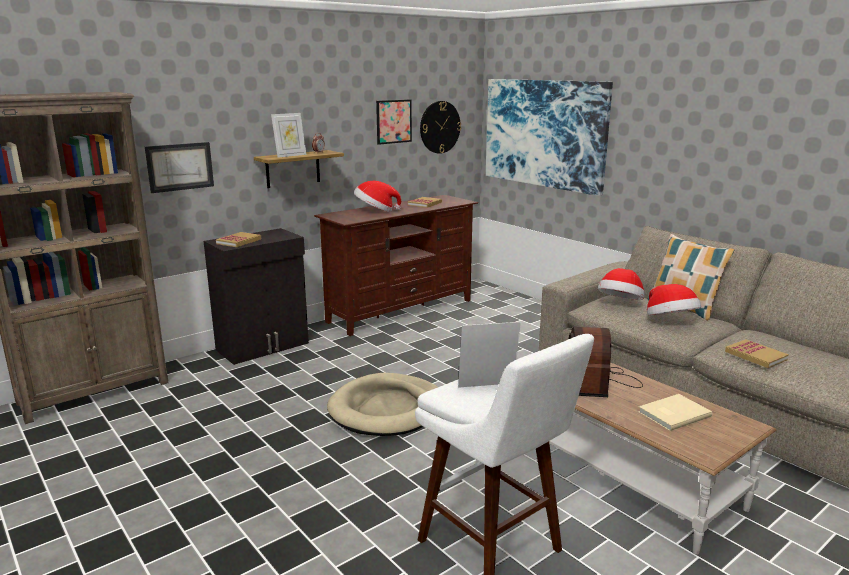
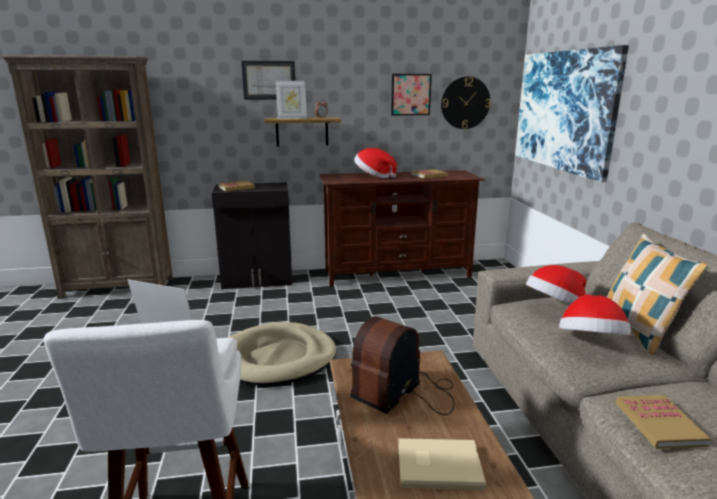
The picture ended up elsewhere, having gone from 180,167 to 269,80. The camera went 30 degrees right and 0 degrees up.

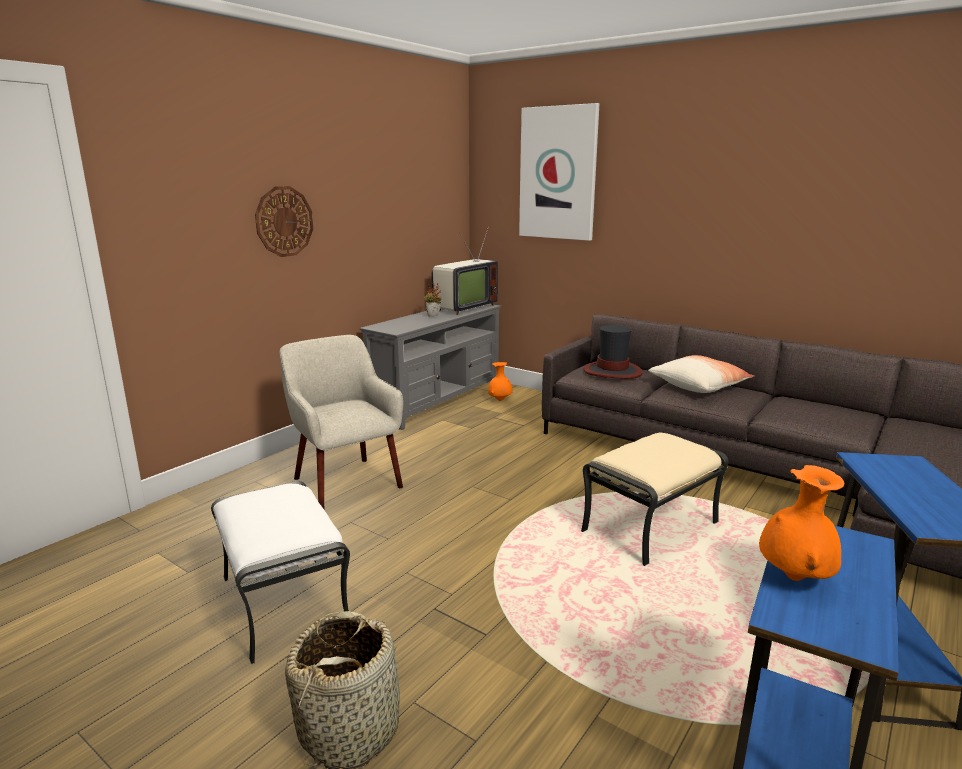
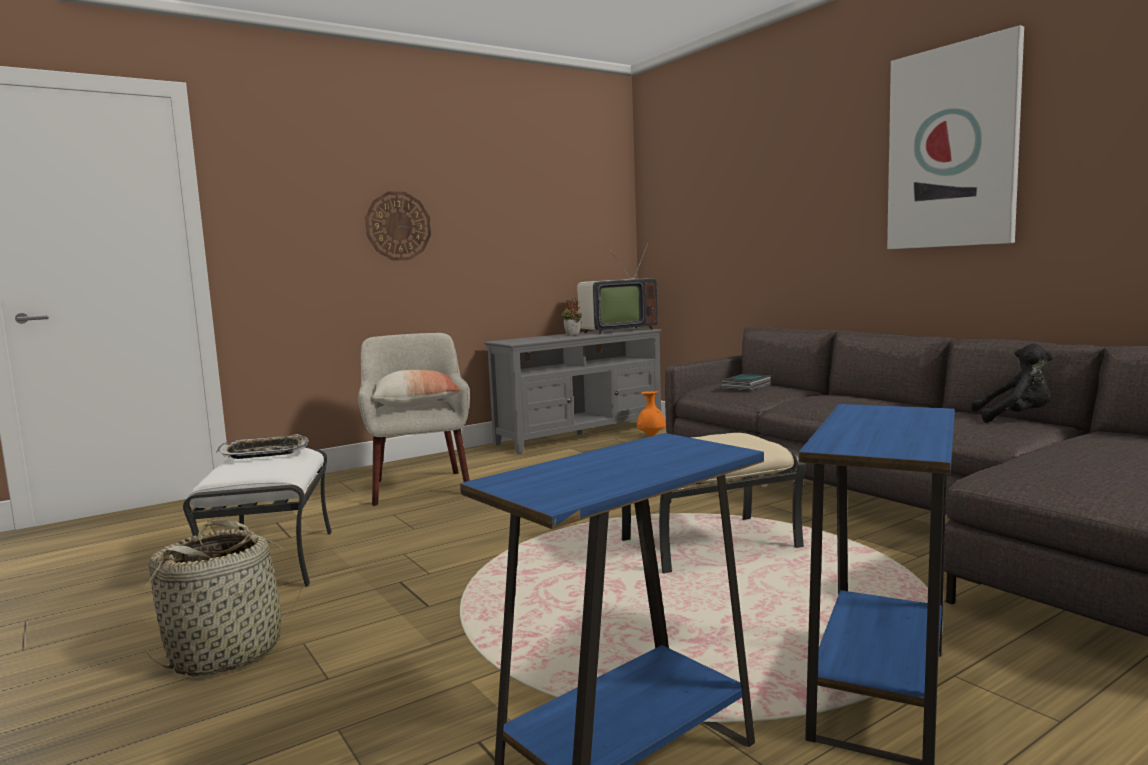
The picture ended up elsewhere, having gone from 558,173 to 952,147. Where the hat stood at 613,371, the book came to stand at 747,386. The pillow ended up elsewhere, having gone from 699,386 to 417,404. The second view lost the orange vase at 795,577. The second view gained the tray at 264,453. The second view gained the black plush toy at 1015,418. The camera went 20 degrees right and 10 degrees down.

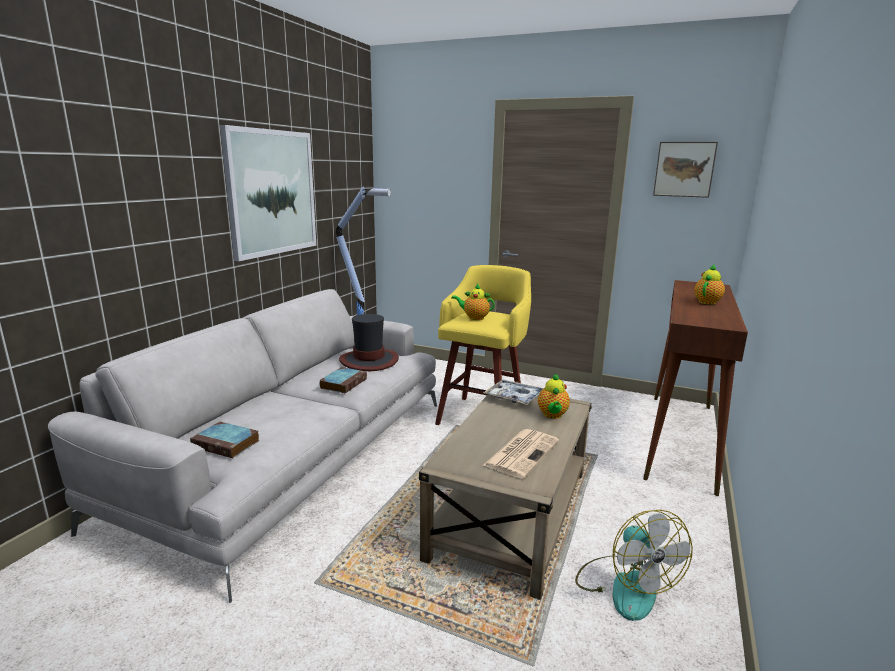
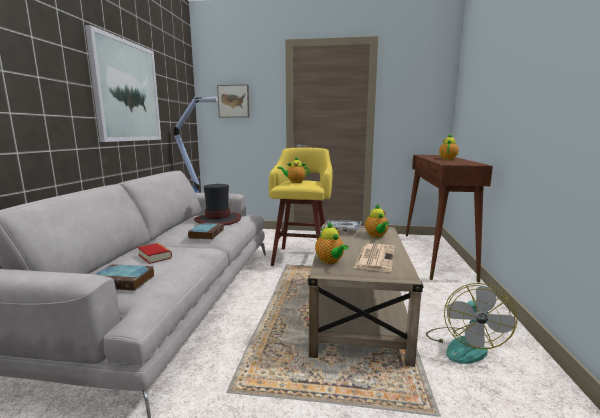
The fan at 625,586 ended up facing another way, 45 degrees clockwise from before. The picture ended up elsewhere, having gone from 684,169 to 234,101. The second view gained the book at 155,256. The second view gained the teapot at 330,261. The camera went 15 degrees left and 5 degrees down.

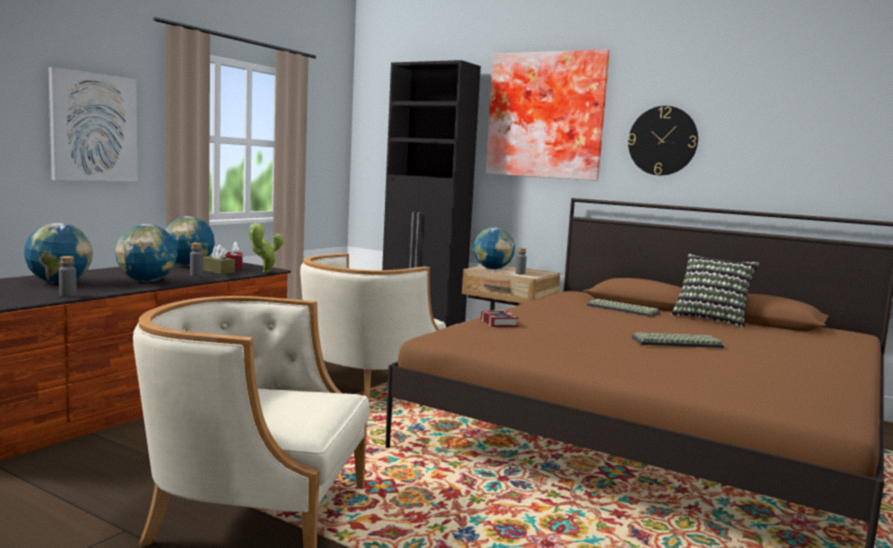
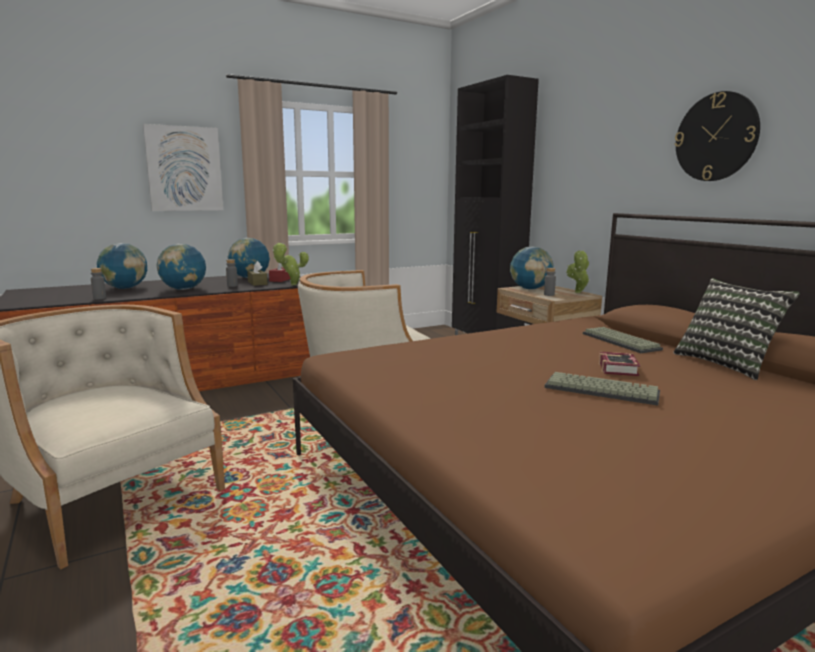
The book ended up elsewhere, having gone from 499,322 to 619,368. The second view lost the picture at 546,115. The second view gained the potted plant at 577,292. The camera went 30 degrees right and 5 degrees up.

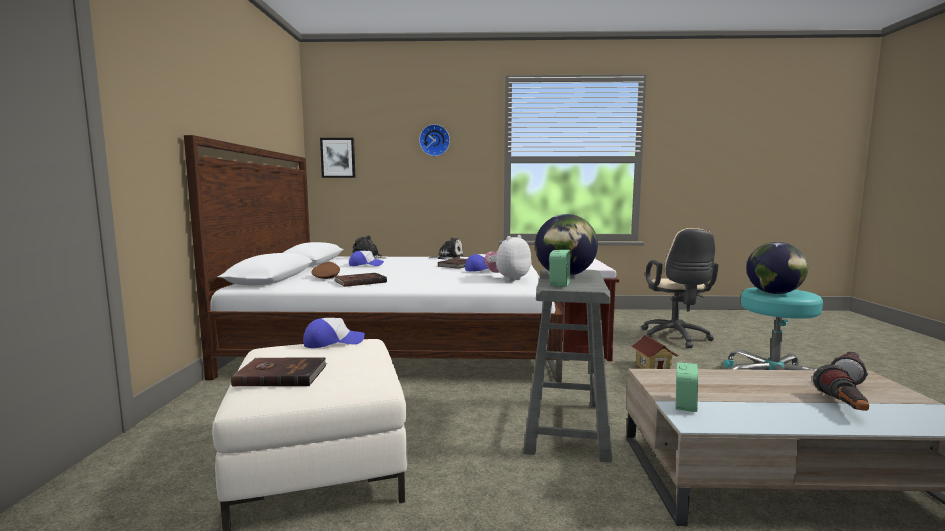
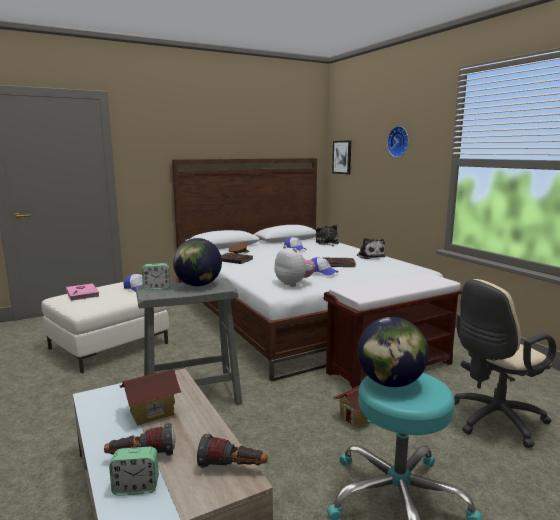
What was the brown book at 281,375 turned into the pink book at 83,293. The plush toy at 508,279 ended up facing another way, 45 degrees clockwise from before. The alarm clock ended up elsewhere, having gone from 685,404 to 136,487. The second view gained the toy house at 151,412. The camera went 60 degrees right and 5 degrees up.

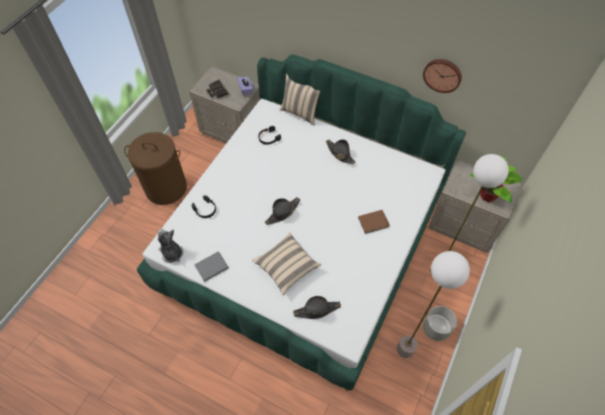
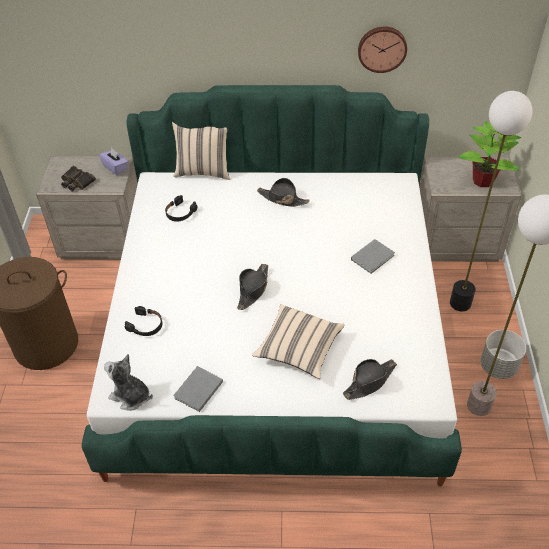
What was the brown book at 374,222 turned into the grey book at 373,257. The camera went 25 degrees left and 10 degrees down.

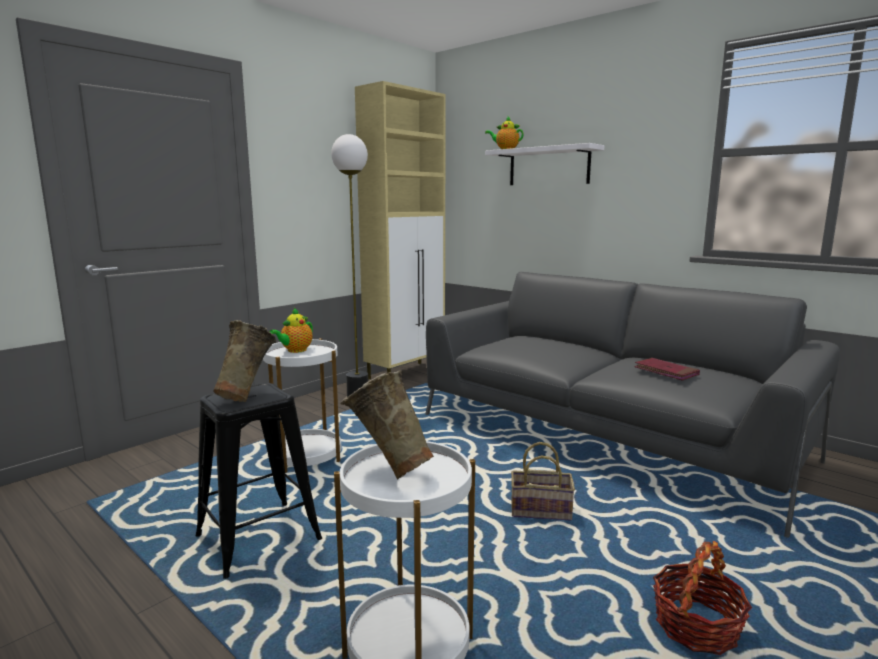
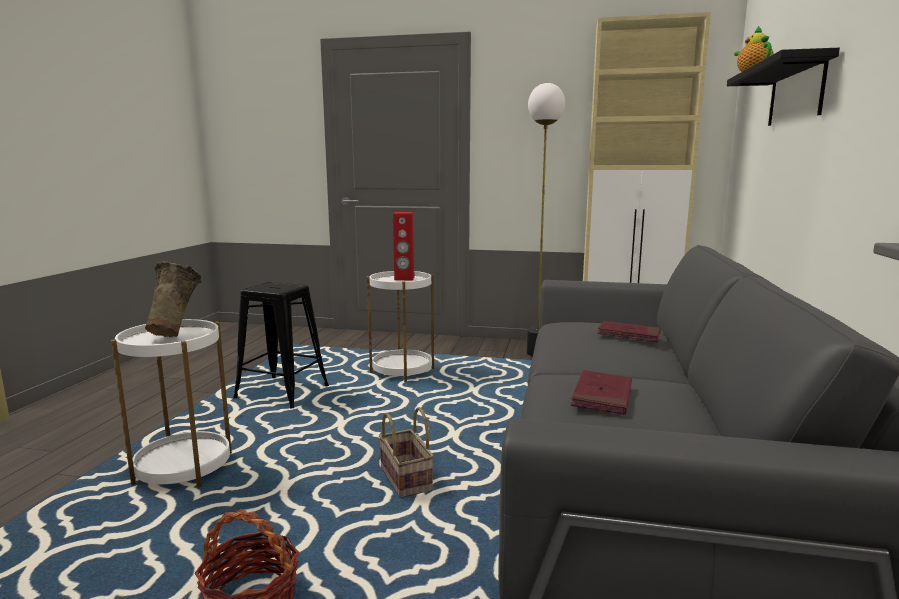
The second view lost the beige vase at 248,397. Where the teapot stood at 295,350, the red speaker came to stand at 404,278. What was the white shelf at 548,166 turned into the black shelf at 796,93. The second view gained the red book at 629,334. The camera went 60 degrees right and 0 degrees up.

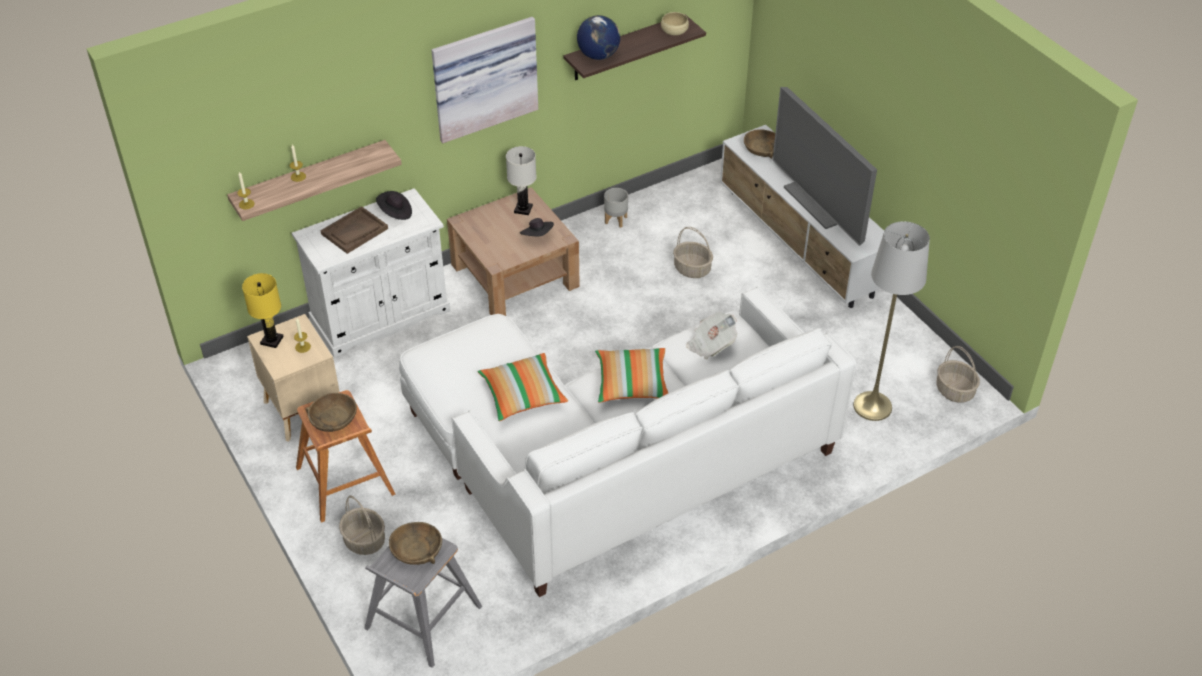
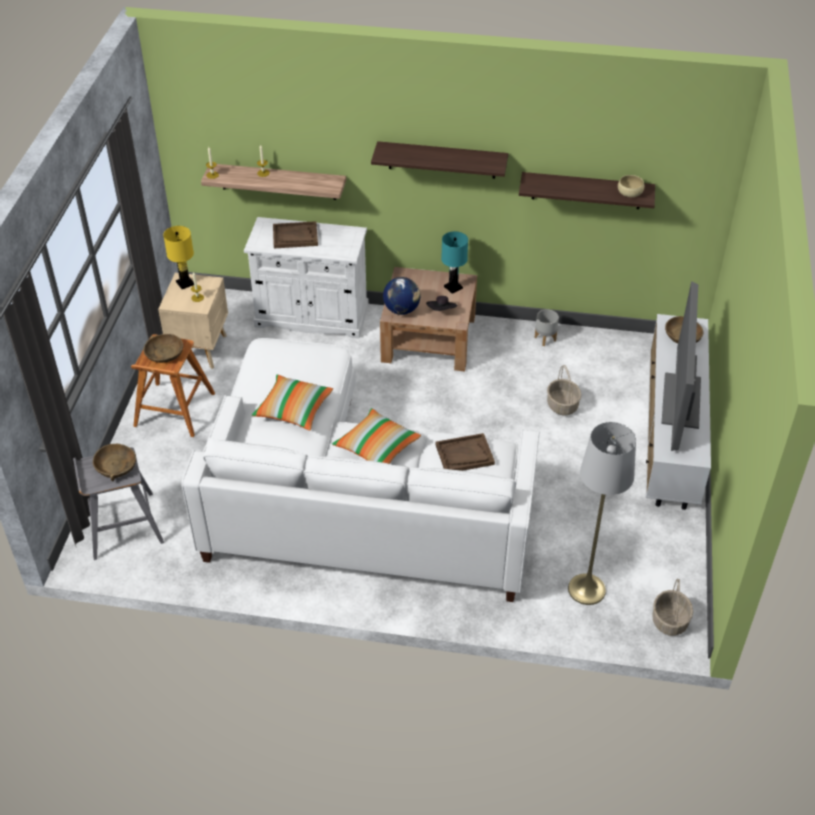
The second view lost the basket at 364,540. The second view lost the black hat at 395,213. Where the picture hung at 483,77, the shelf came to hang at 442,160. What was the white table lamp at 523,209 turned into the turquoise table lamp at 453,287. The globe ended up elsewhere, having gone from 598,55 to 402,310. Where the newspaper stood at 711,344, the brown tray came to stand at 464,455. The camera went 40 degrees right and 0 degrees up.

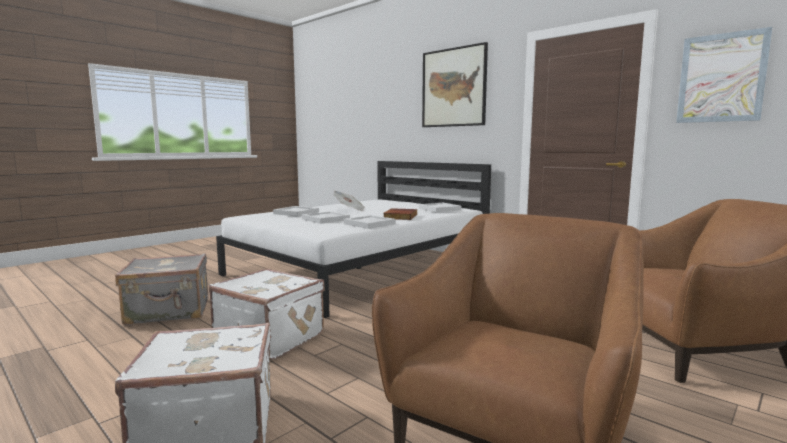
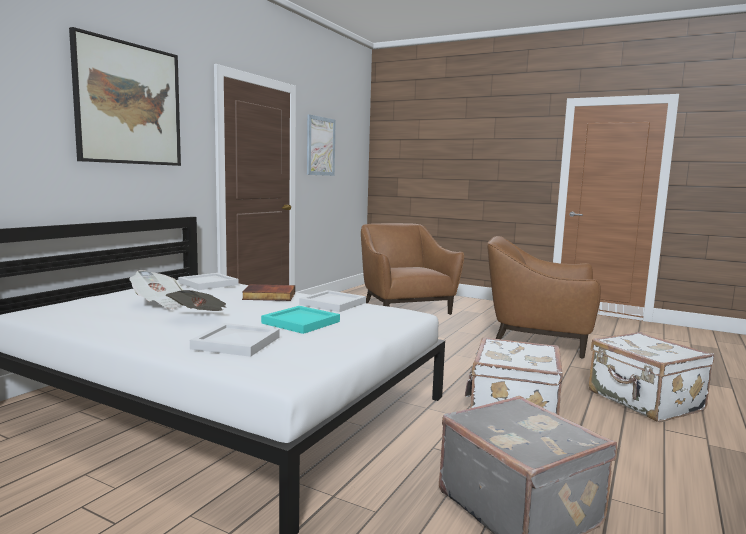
What was the white tray at 326,219 turned into the turquoise tray at 301,322. The second view gained the newspaper at 160,304. The camera went 105 degrees left and 0 degrees up.

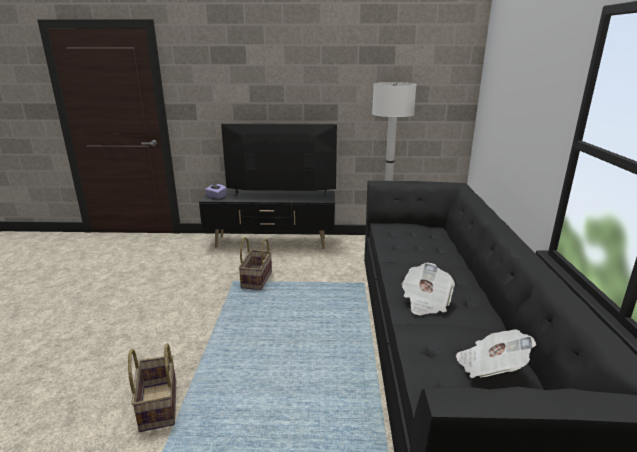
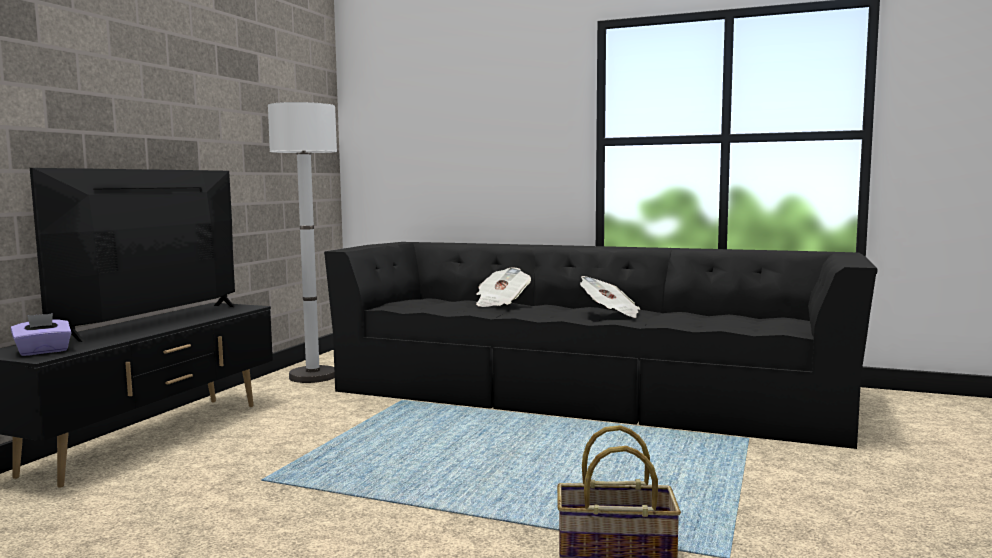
The second view lost the basket at 256,279. The newspaper ended up elsewhere, having gone from 490,367 to 500,303. The camera went 70 degrees left and 15 degrees down.

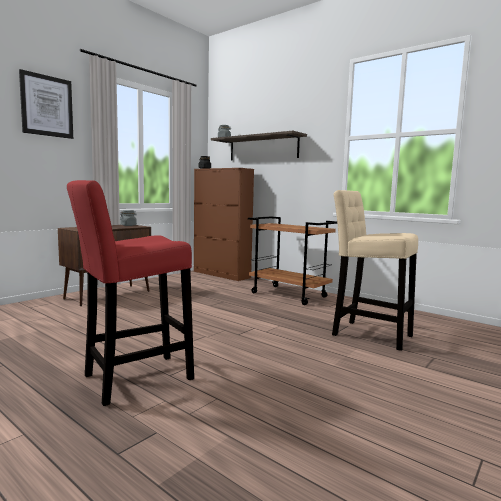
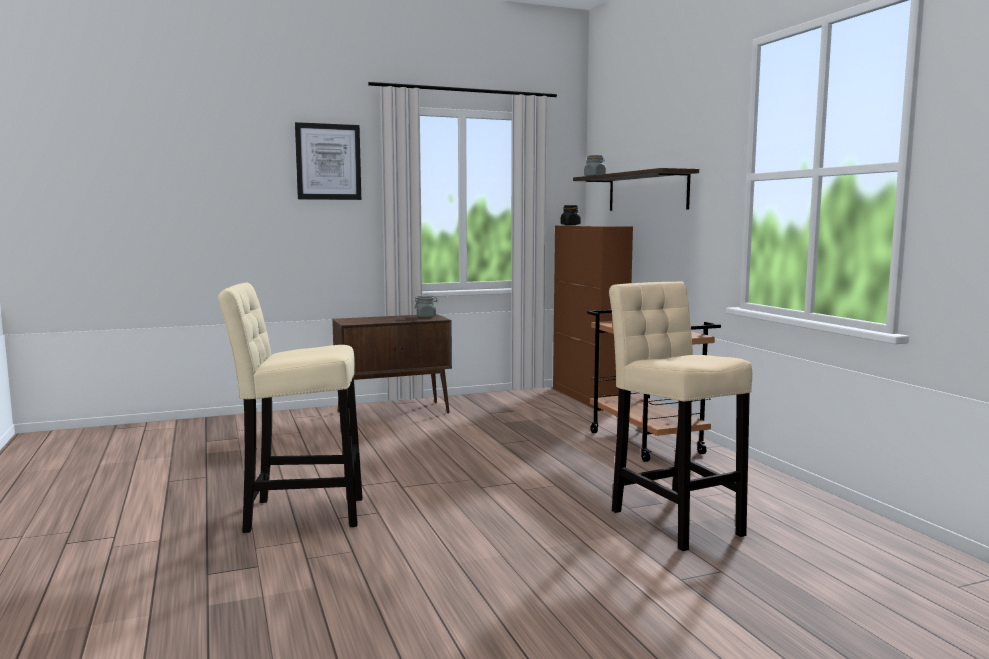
What was the red stool at 132,379 turned into the beige stool at 298,514. The camera went 30 degrees right and 0 degrees up.

